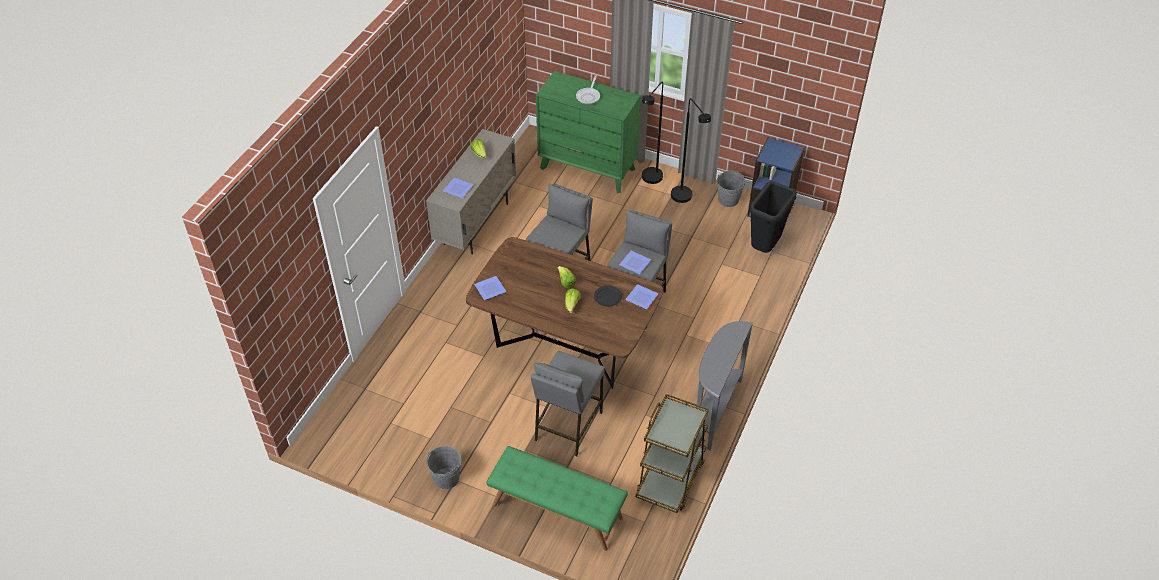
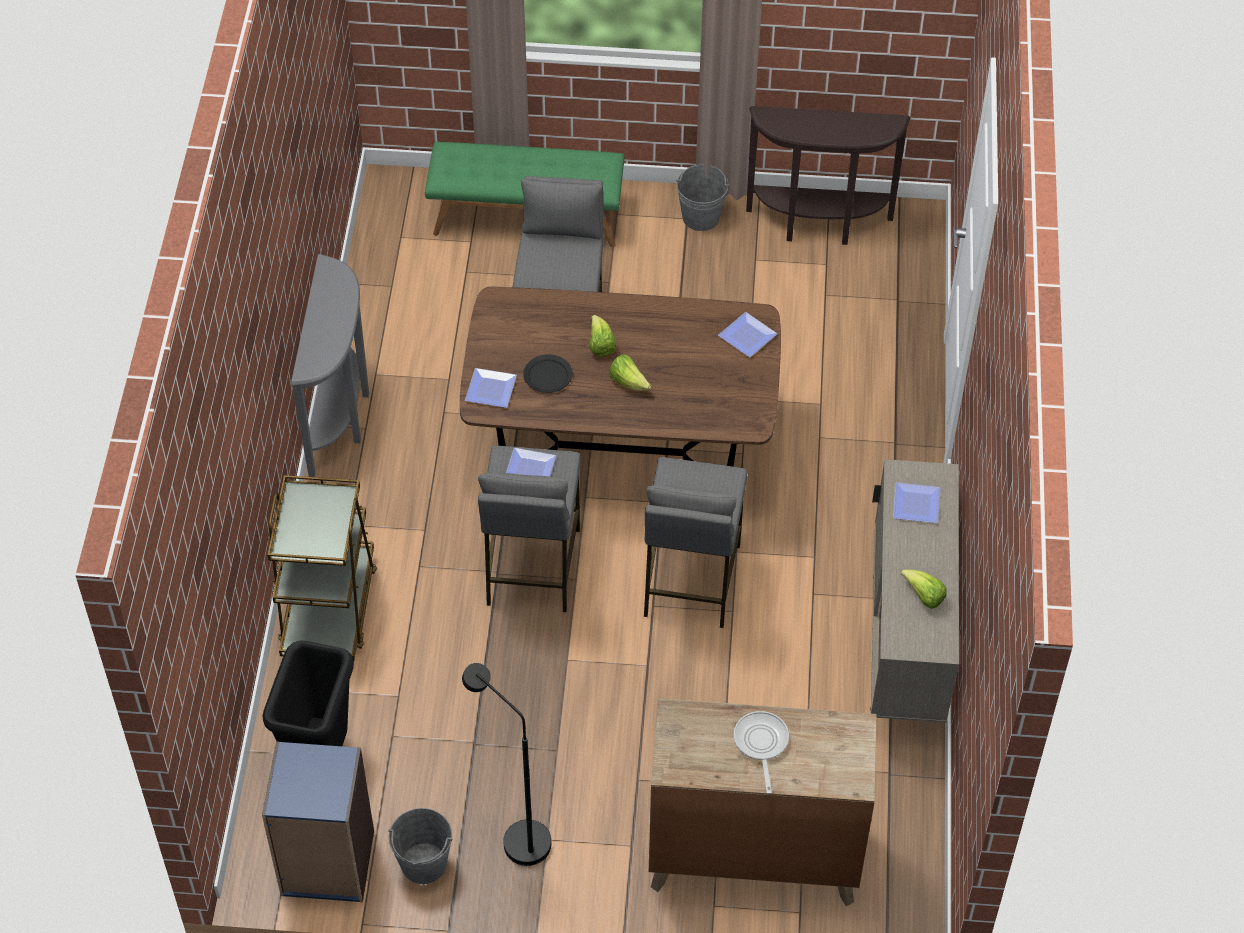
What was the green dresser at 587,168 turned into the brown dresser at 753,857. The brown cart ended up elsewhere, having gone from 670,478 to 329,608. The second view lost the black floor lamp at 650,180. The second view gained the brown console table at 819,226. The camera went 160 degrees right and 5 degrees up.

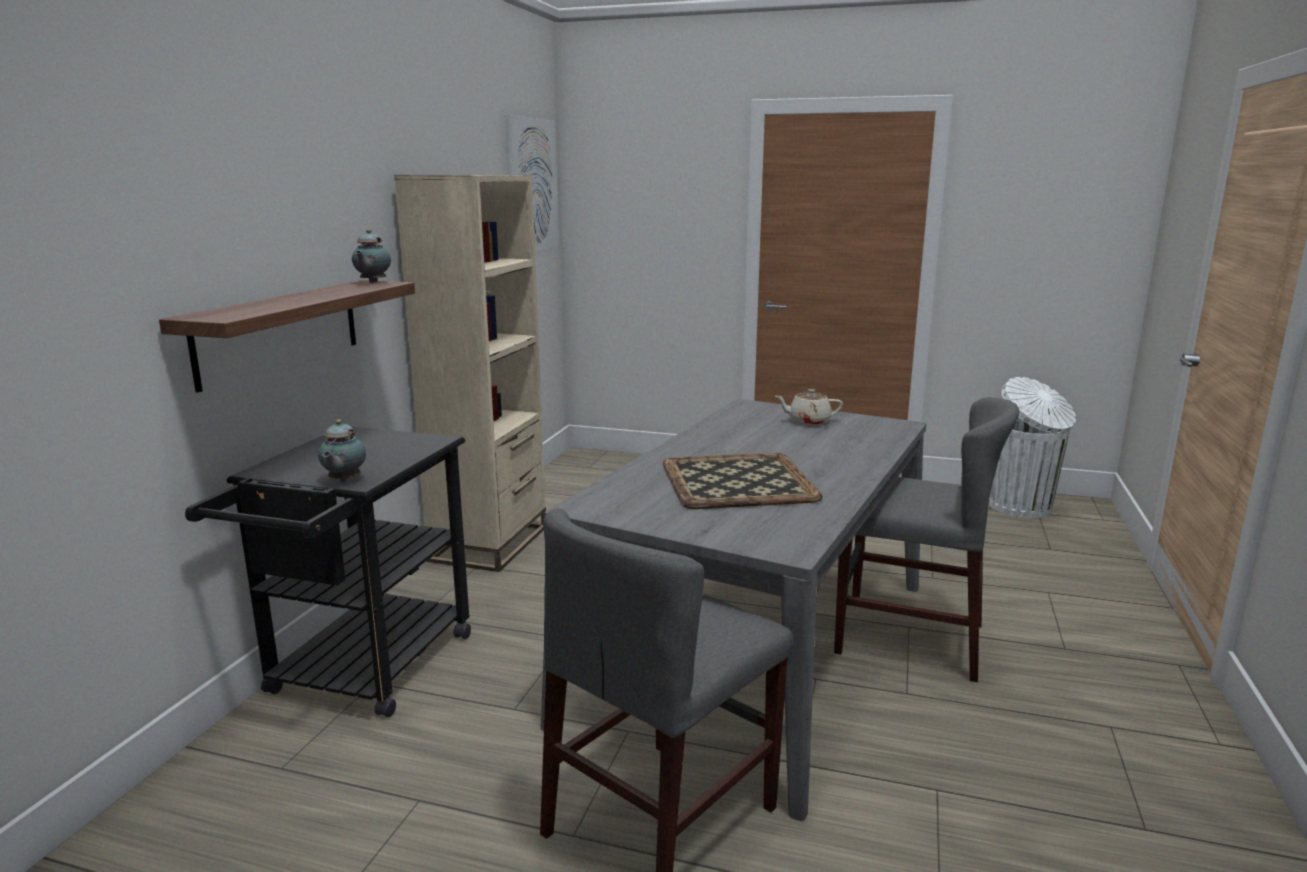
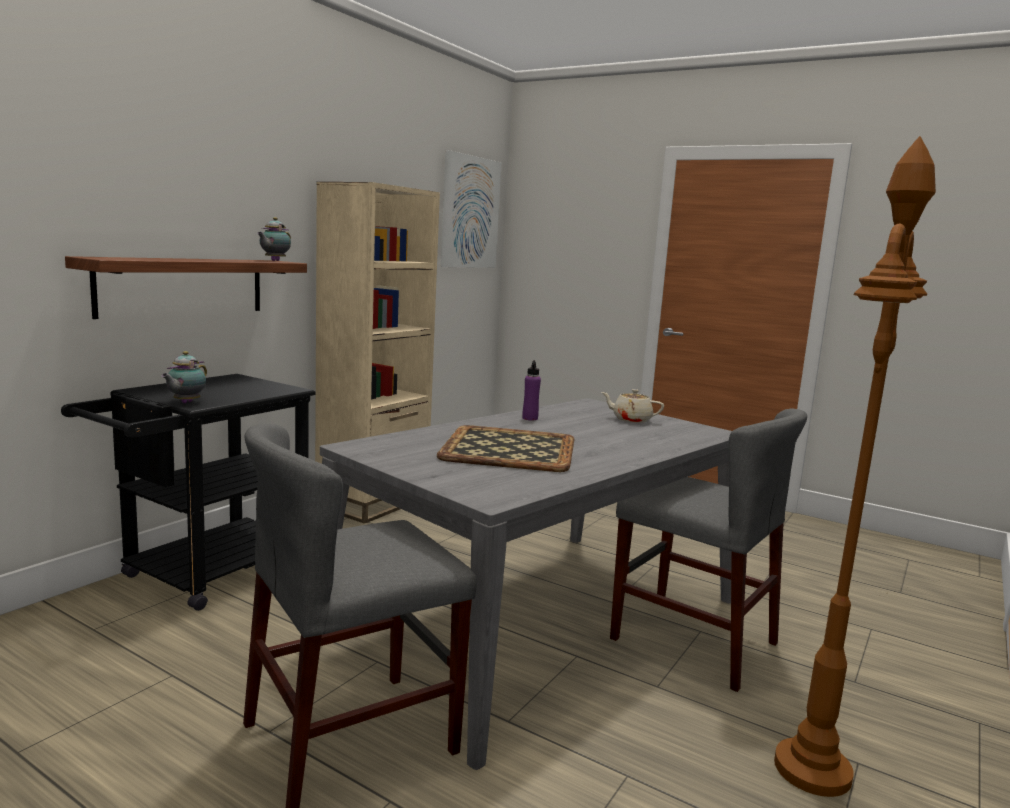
The second view lost the white trash can at 1021,507. The second view gained the purple bottle at 530,418. The second view gained the brown floor lamp at 812,771. The camera went 15 degrees right and 5 degrees down.

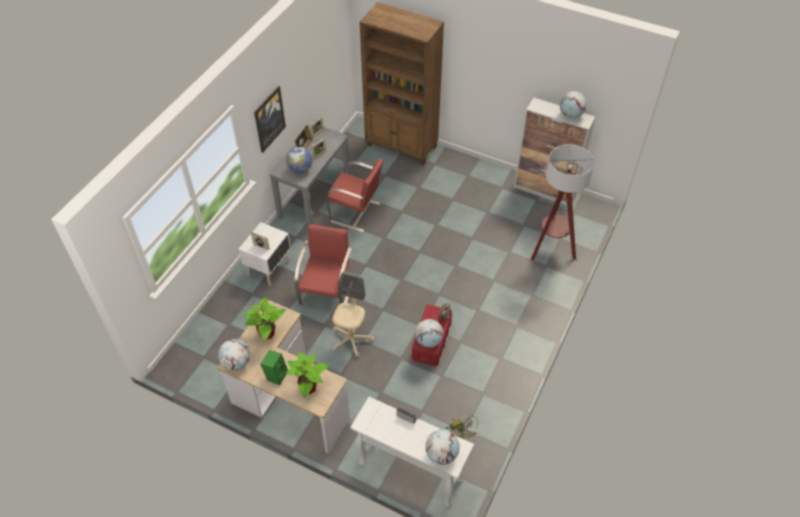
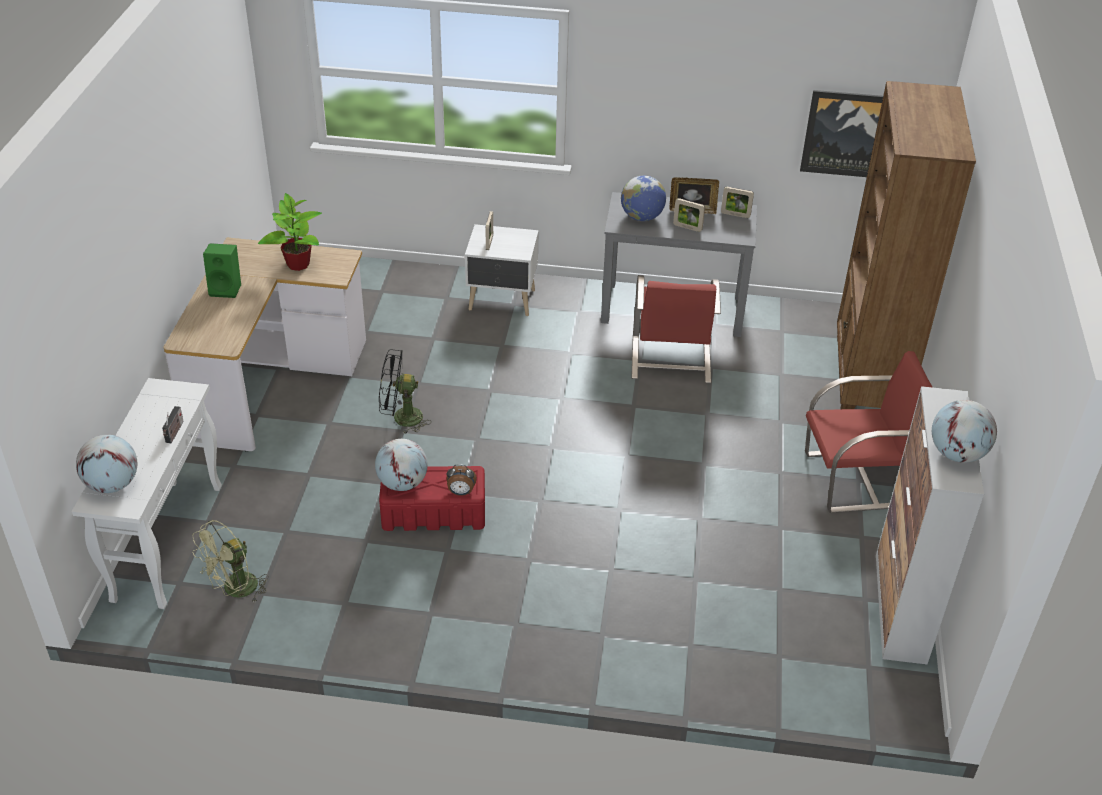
The second view lost the globe at 236,363. The picture ended up elsewhere, having gone from 269,119 to 844,133. The second view lost the potted plant at 309,388. The red chair ended up elsewhere, having gone from 327,292 to 853,480. Where the beige office chair stood at 351,339, the black fan came to stand at 401,418. The second view lost the floor lamp at 551,249. The camera went 70 degrees right and 10 degrees down.

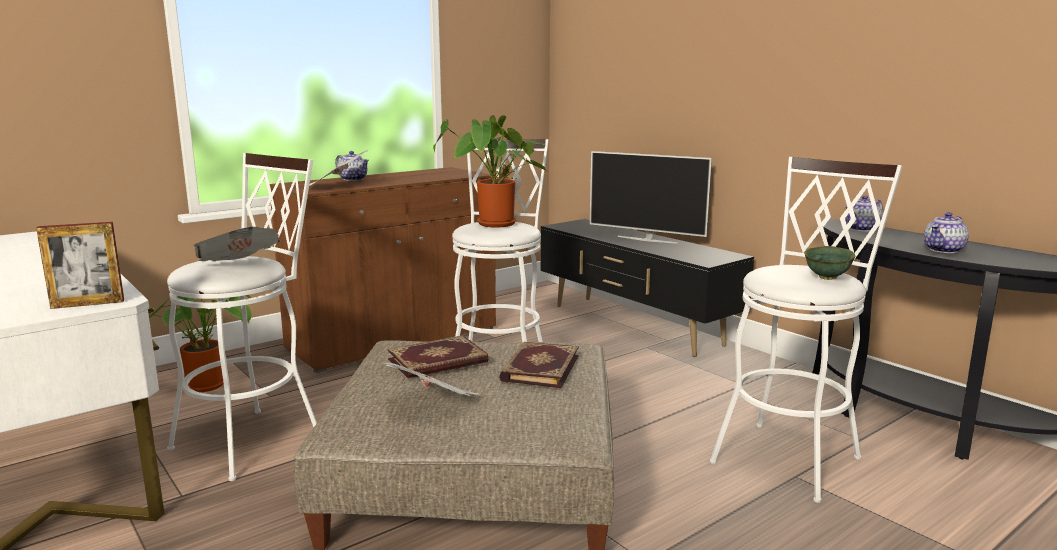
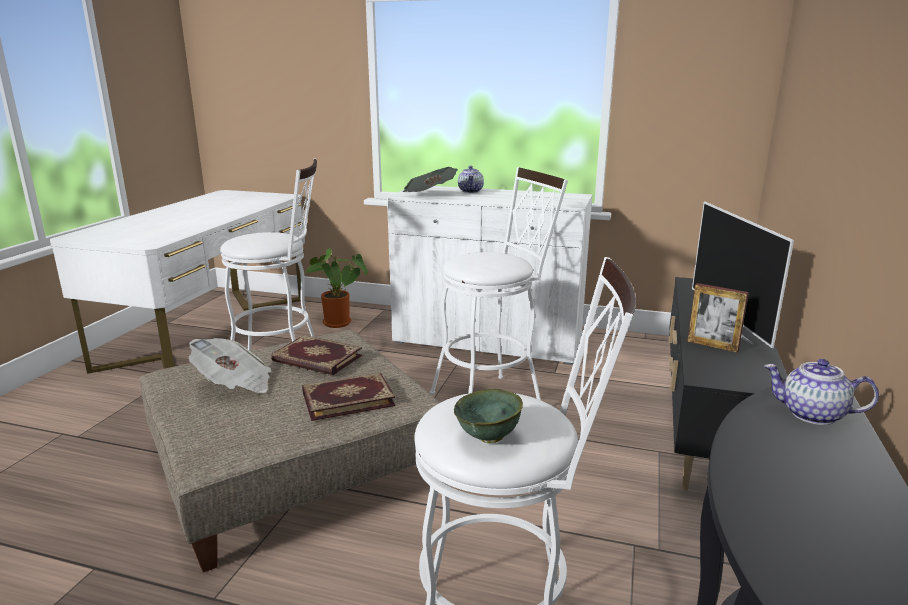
The picture frame ended up elsewhere, having gone from 88,304 to 712,346. The second view lost the newspaper at 239,268. What was the brown cabinet at 394,339 turned into the white cabinet at 488,340. The second view lost the potted plant at 495,225. The second view lost the teapot at 944,250. The camera went 55 degrees right and 5 degrees up.

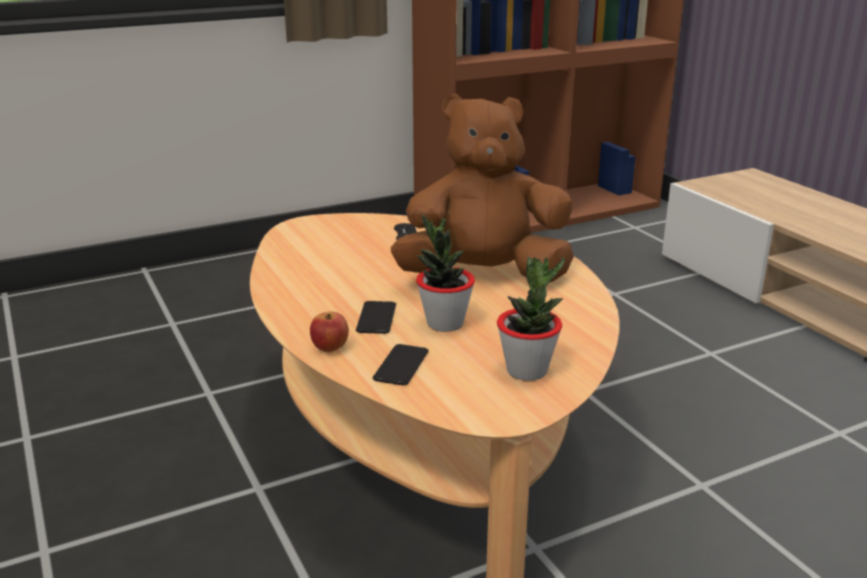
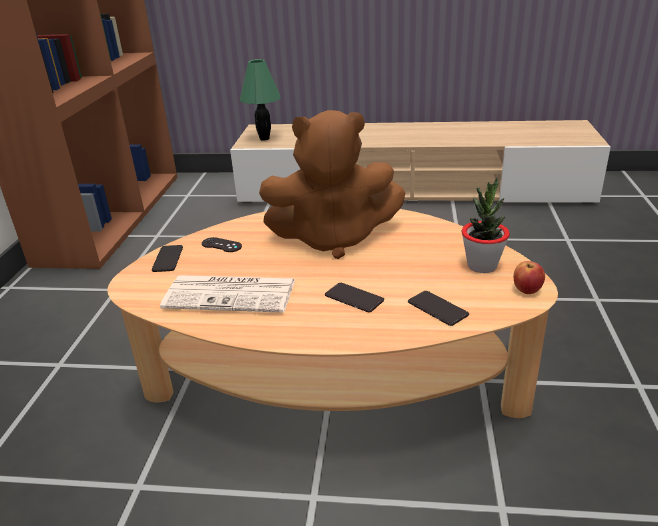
The apple ended up elsewhere, having gone from 330,348 to 527,290. The brown plush toy at 483,276 ended up facing another way, 120 degrees counterclockwise from before. The second view lost the potted plant at 444,323. The second view gained the phone at 168,259. The second view gained the newspaper at 232,294. The second view gained the green table lamp at 264,139. The camera went 55 degrees left and 5 degrees up.

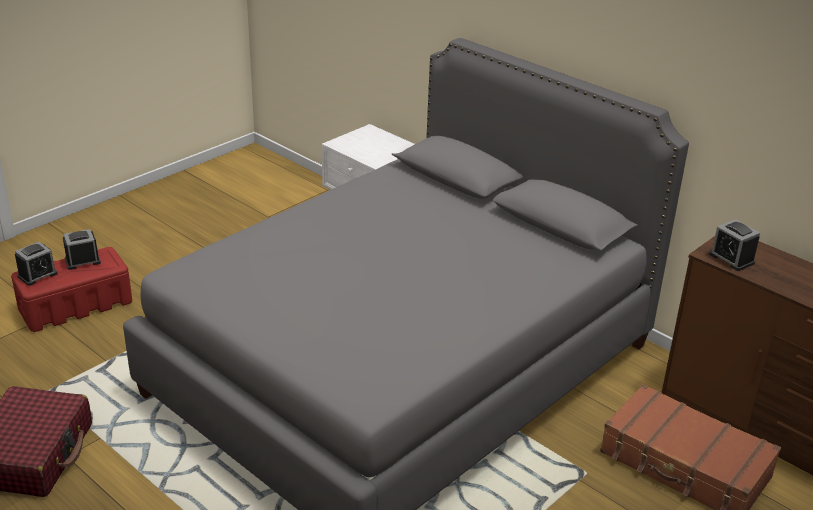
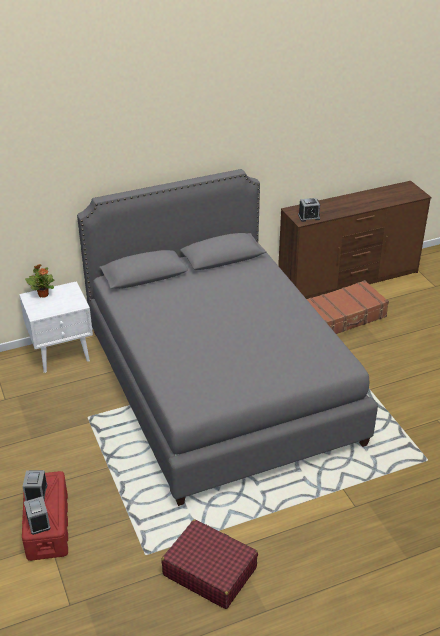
The second view gained the potted plant at 43,294. The camera went 65 degrees left and 5 degrees up.

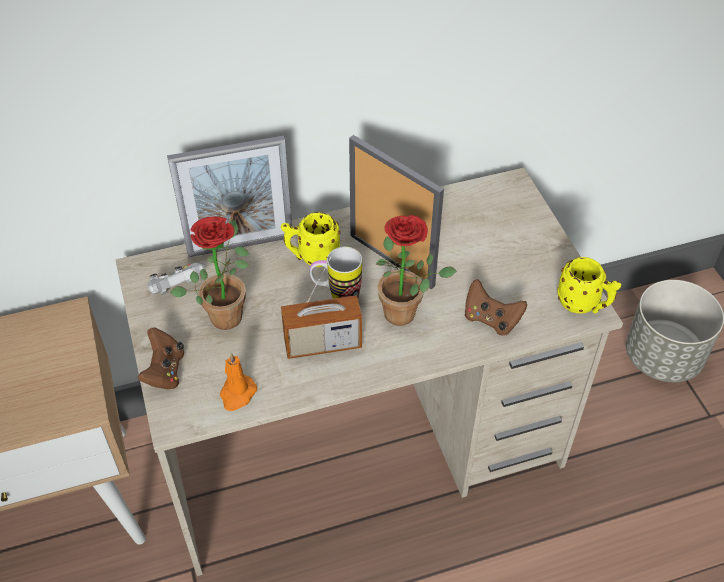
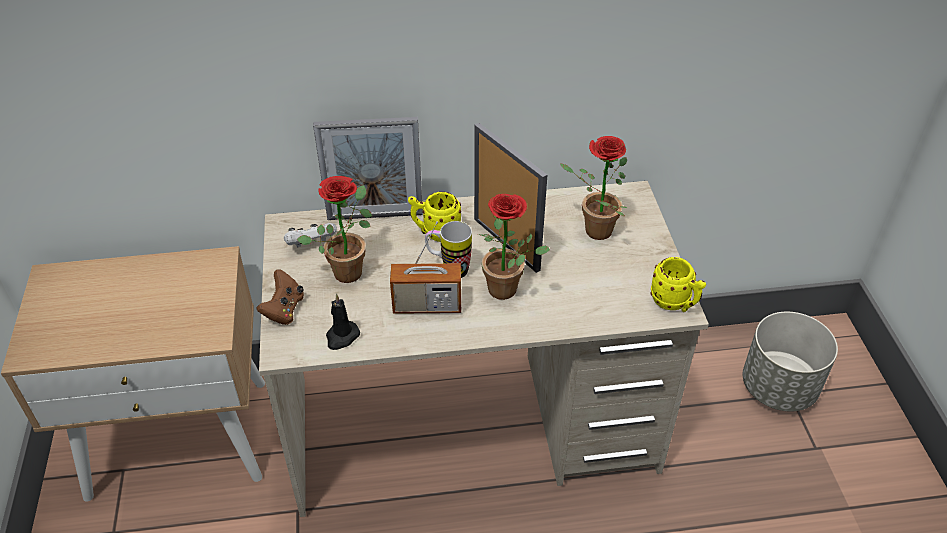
What was the orange candle at 237,394 turned into the black candle at 341,337. The second view lost the brown game controller at 491,319. The second view gained the potted plant at 592,231. The camera went 10 degrees right and 5 degrees down.

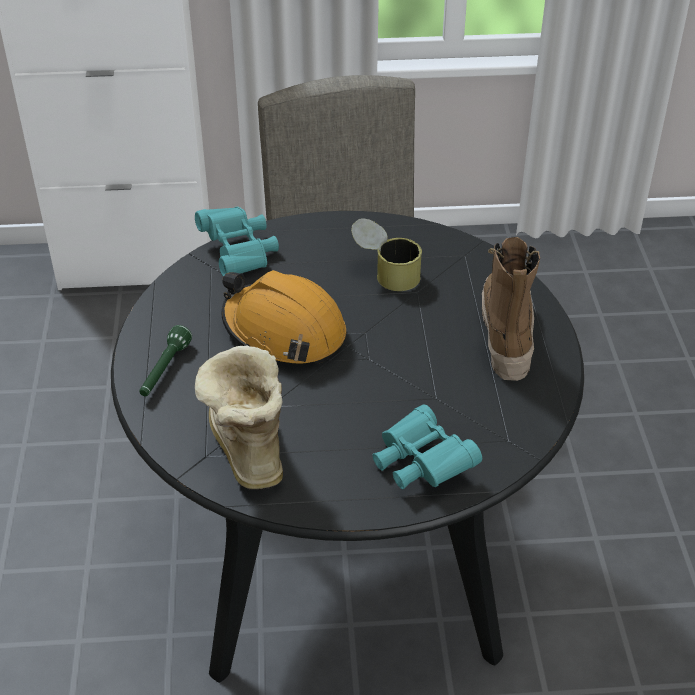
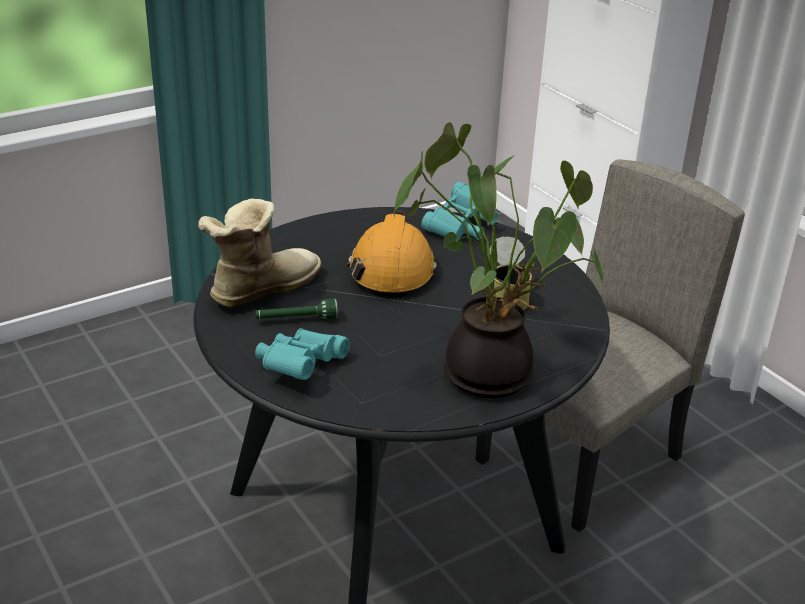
The green flashlight ended up elsewhere, having gone from 164,370 to 296,320. Where the boot stood at 505,334, the potted plant came to stand at 491,371. The camera went 60 degrees right and 10 degrees down.

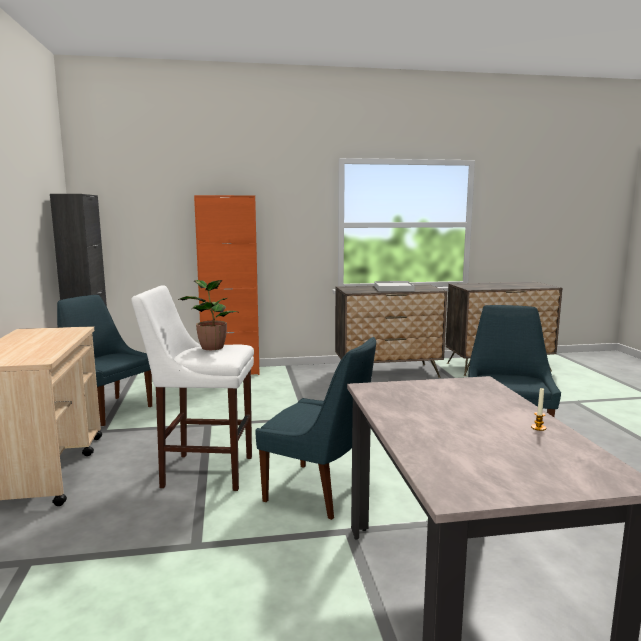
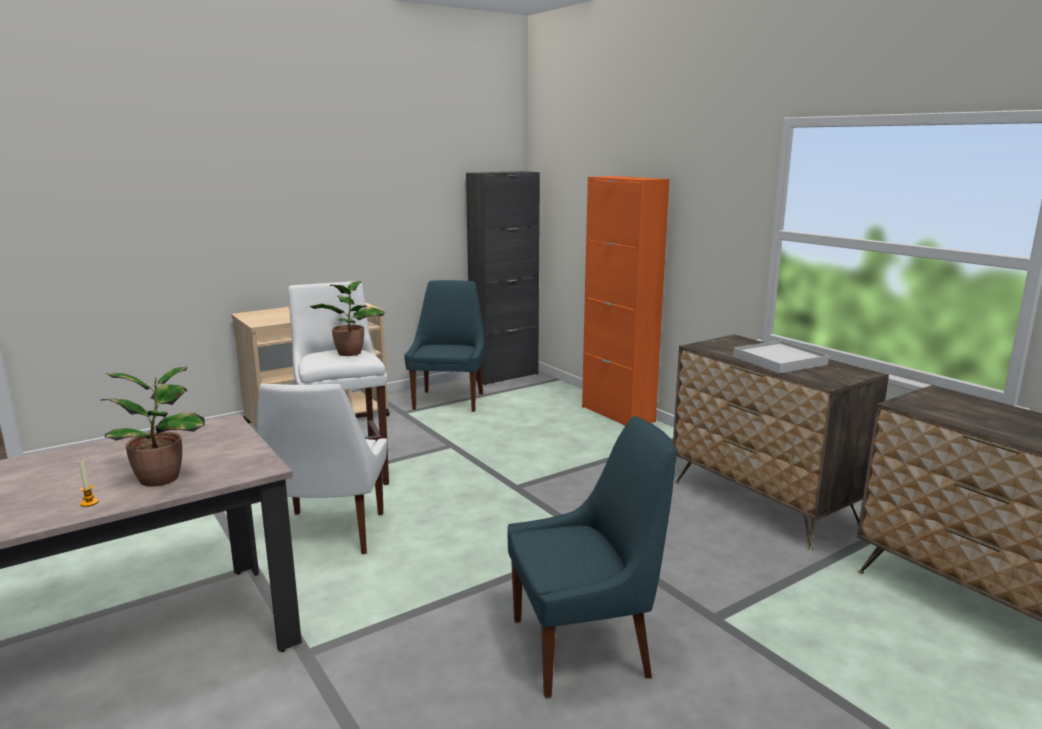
What was the blue chair at 319,491 turned into the white chair at 328,535. The second view gained the potted plant at 162,478. The camera went 65 degrees right and 5 degrees up.

